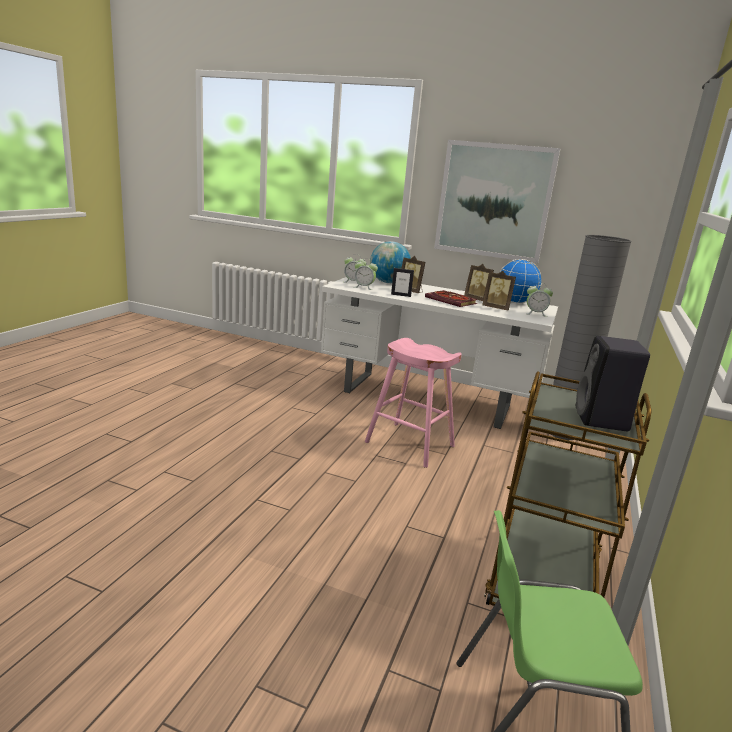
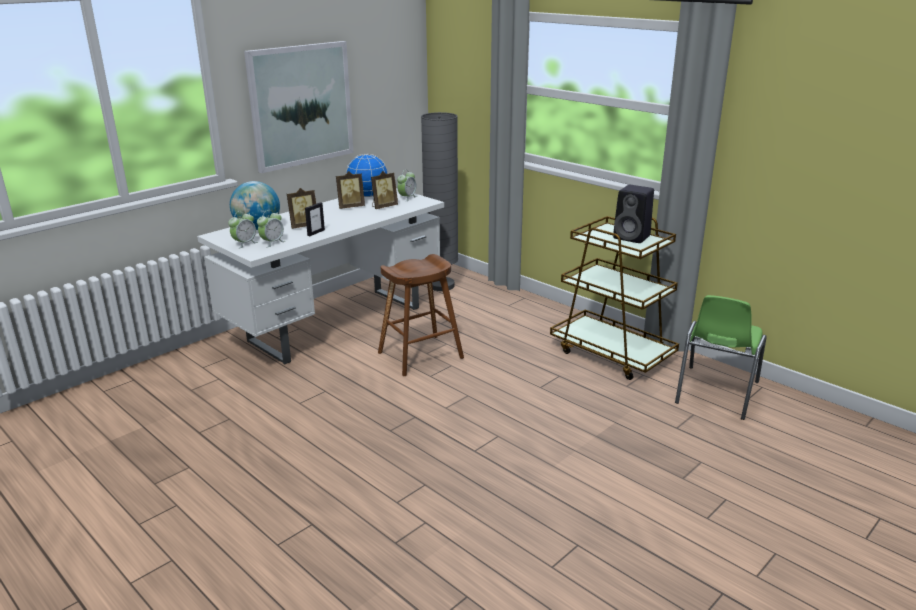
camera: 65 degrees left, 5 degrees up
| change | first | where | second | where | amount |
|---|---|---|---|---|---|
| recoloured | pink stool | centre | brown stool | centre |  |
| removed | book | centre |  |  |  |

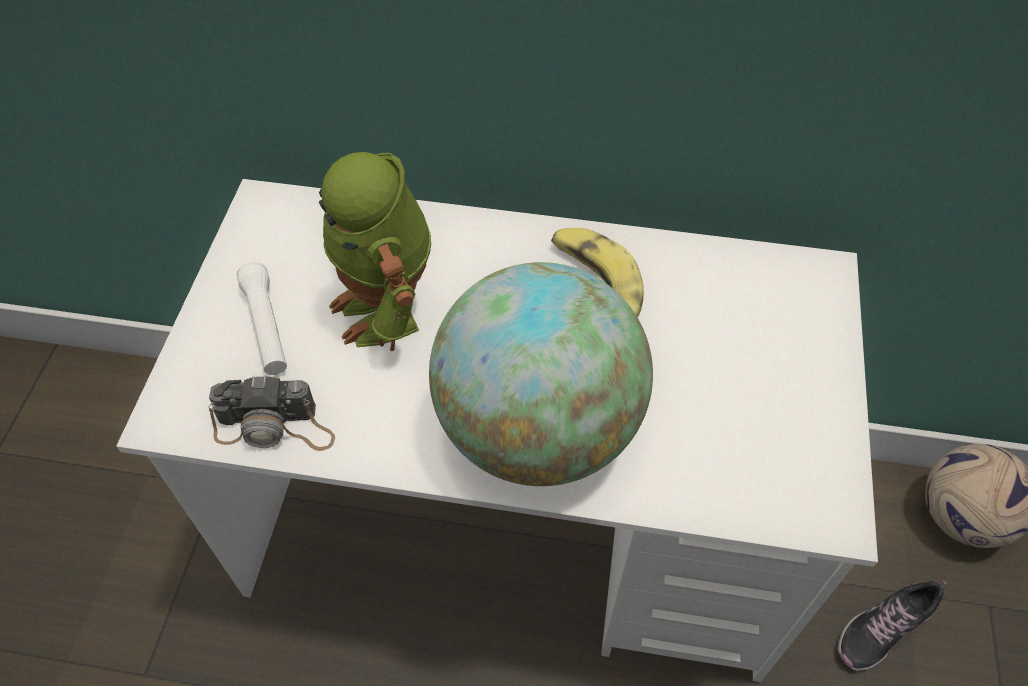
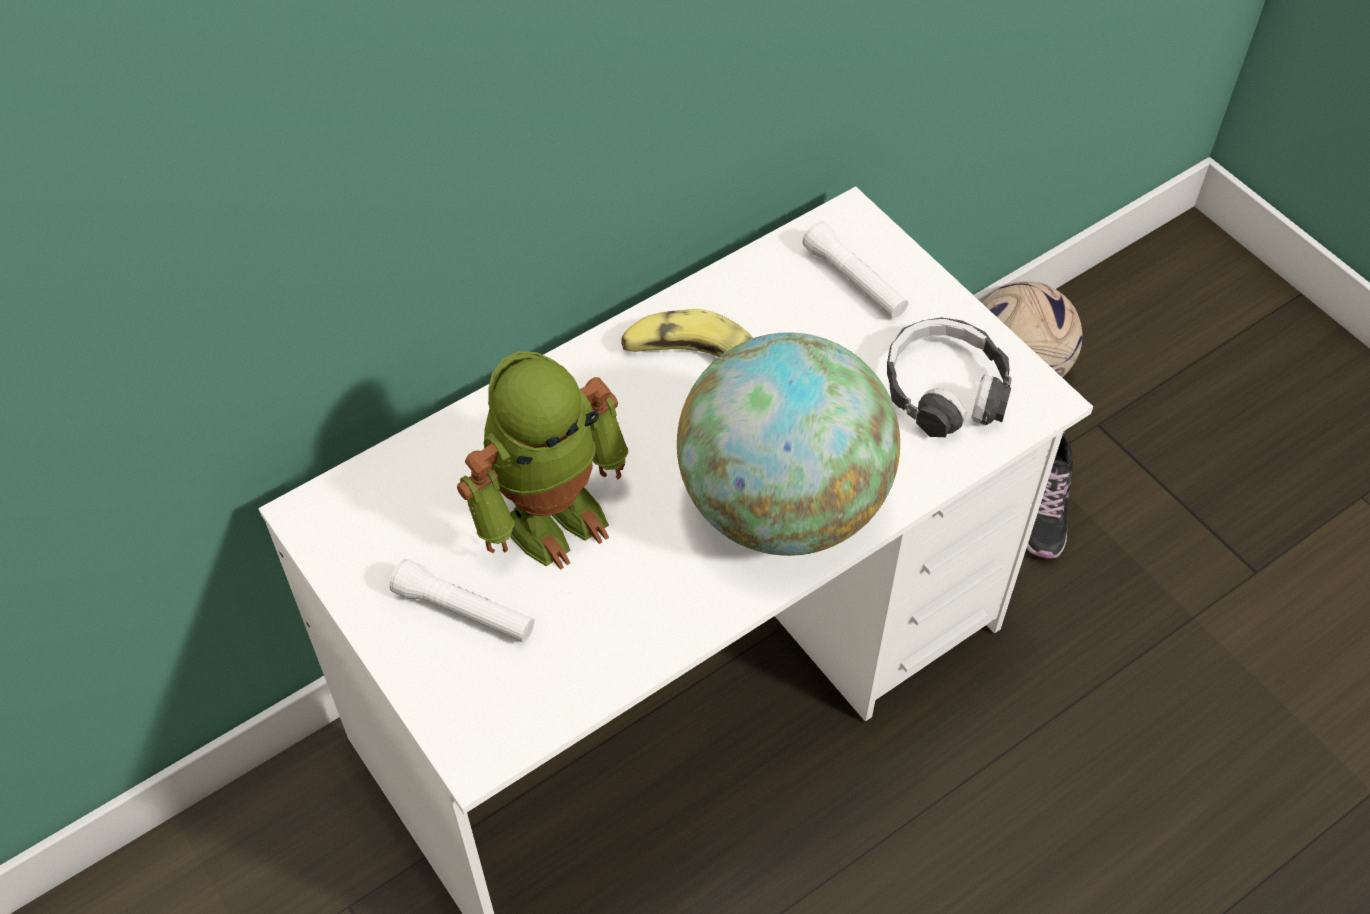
camera: 45 degrees left, 0 degrees up
| change | first | where | second | where | amount |
|---|---|---|---|---|---|
| removed | photo camera | middle left |  |  |  |
| turned | toy robot | centre |  | centre | 60 degrees counterclockwise |
| added |  |  | white flashlight (2nd from left) | top centre |  |
| added |  |  | headphones | middle right |  |

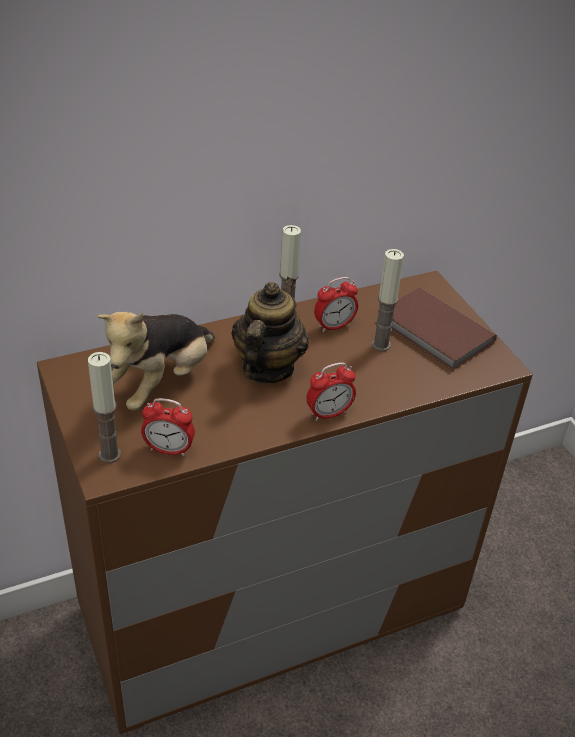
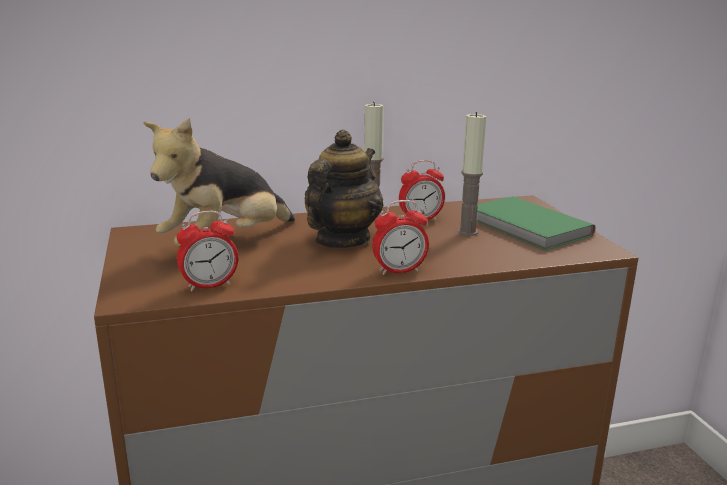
camera: 10 degrees right, 20 degrees down
| change | first | where | second | where | amount |
|---|---|---|---|---|---|
| removed | candle (1st from left) | middle left |  |  |  |
| turned | alarm clock (1st from left) | middle left |  | middle left | 45 degrees counterclockwise |
| recoloured | brown book | middle right | green book | middle right |  |

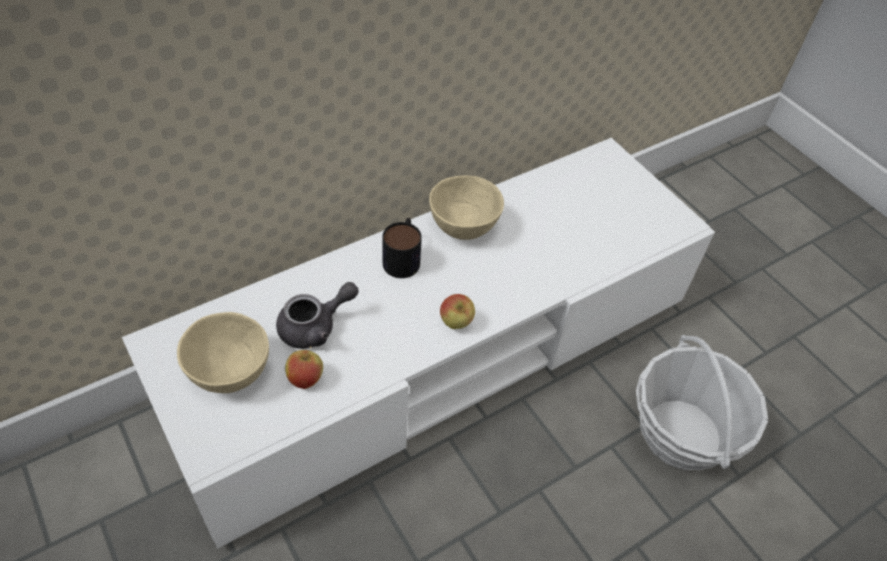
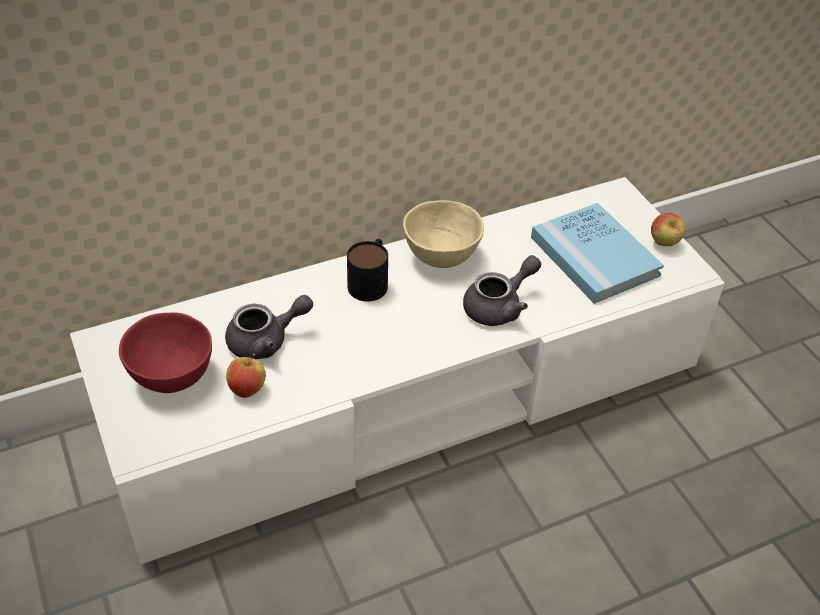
camera: 10 degrees right, 5 degrees down
| change | first | where | second | where | amount |
|---|---|---|---|---|---|
| recoloured | beige bowl (1st from left) | middle left | red bowl | middle left |  |
| moved | apple (2nd from left) | centre |  | middle right |  |
| removed | basket | bottom right |  |  |  |
| added |  |  | grey teapot (2nd from left) | centre |  |
| added |  |  | blue book | middle right |  |

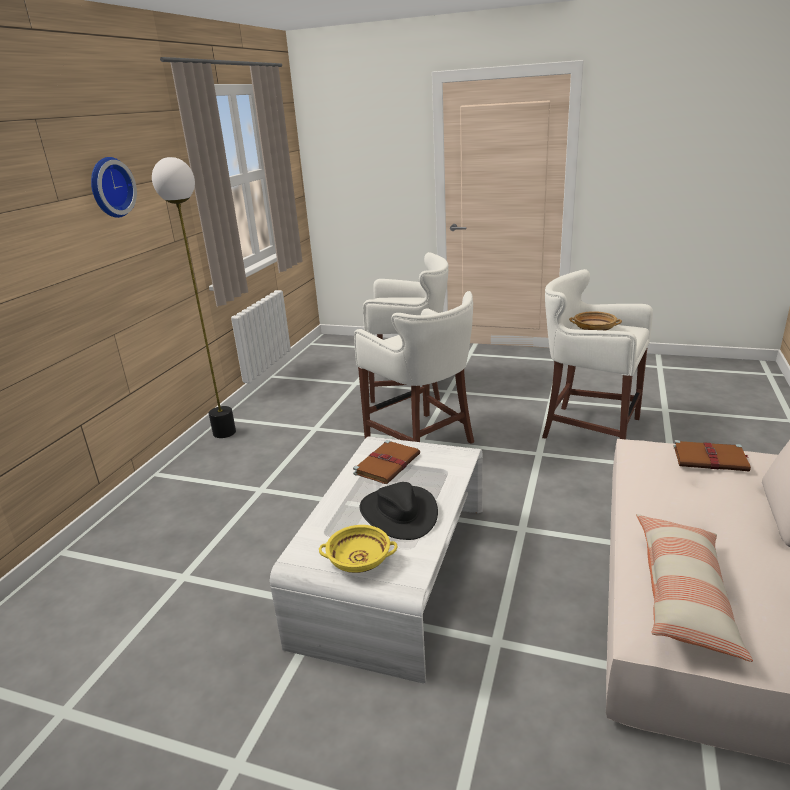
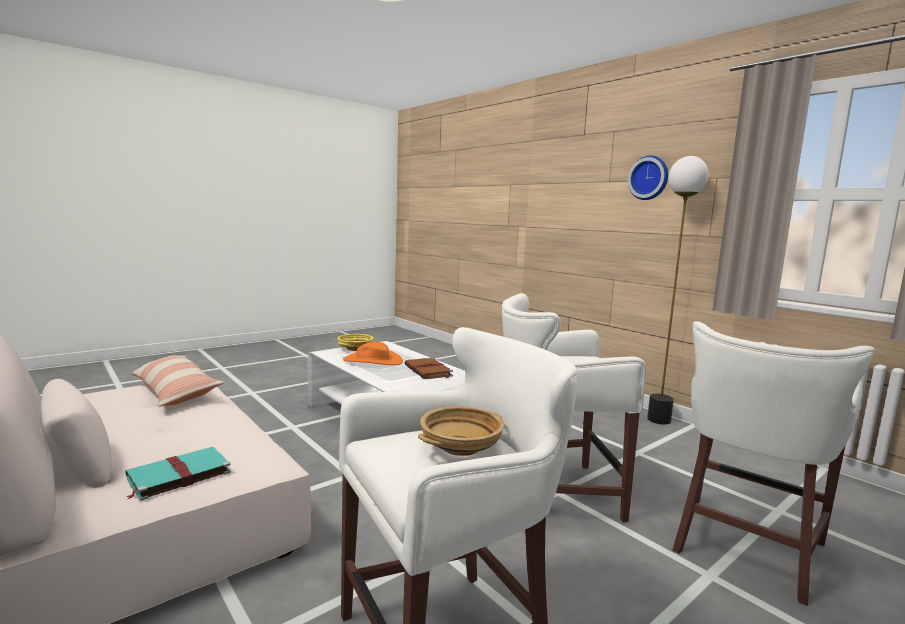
camera: 120 degrees right, 15 degrees down
| change | first | where | second | where | amount |
|---|---|---|---|---|---|
| recoloured | black hat | centre | orange hat | centre |  |
| recoloured | brown book (2nd from left) | middle right | turquoise book | bottom left |  |

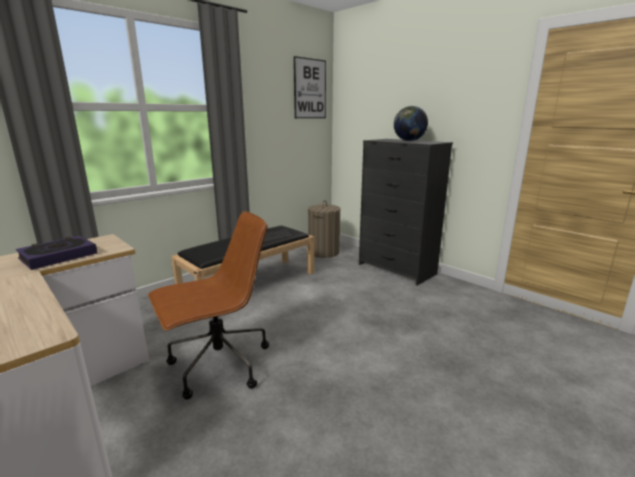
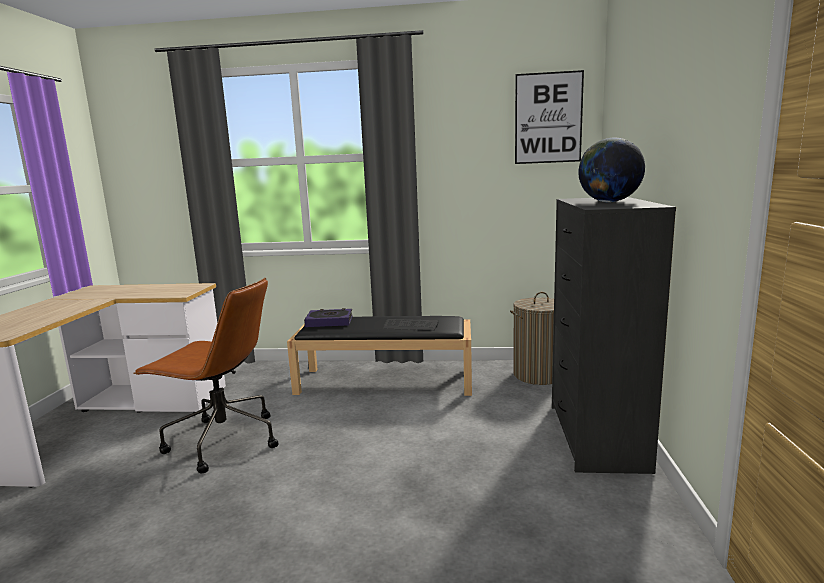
camera: 50 degrees right, 5 degrees down
| change | first | where | second | where | amount |
|---|---|---|---|---|---|
| moved | book | middle left |  | centre |  |

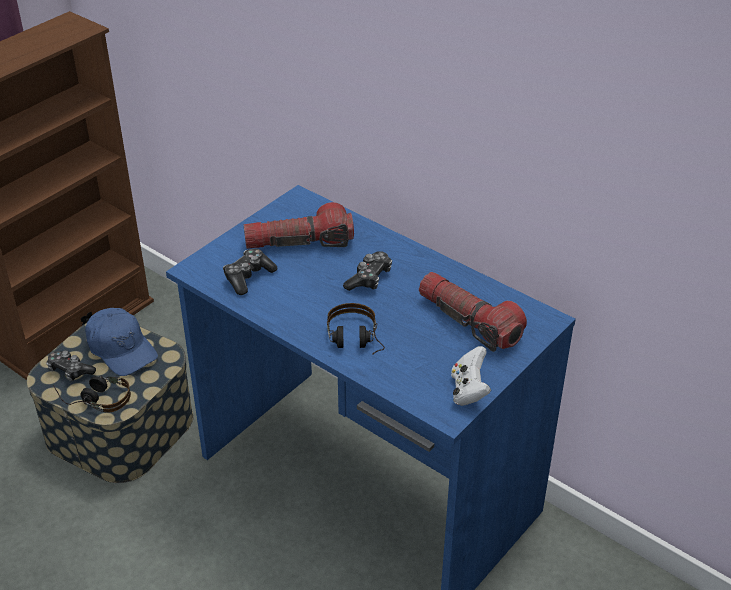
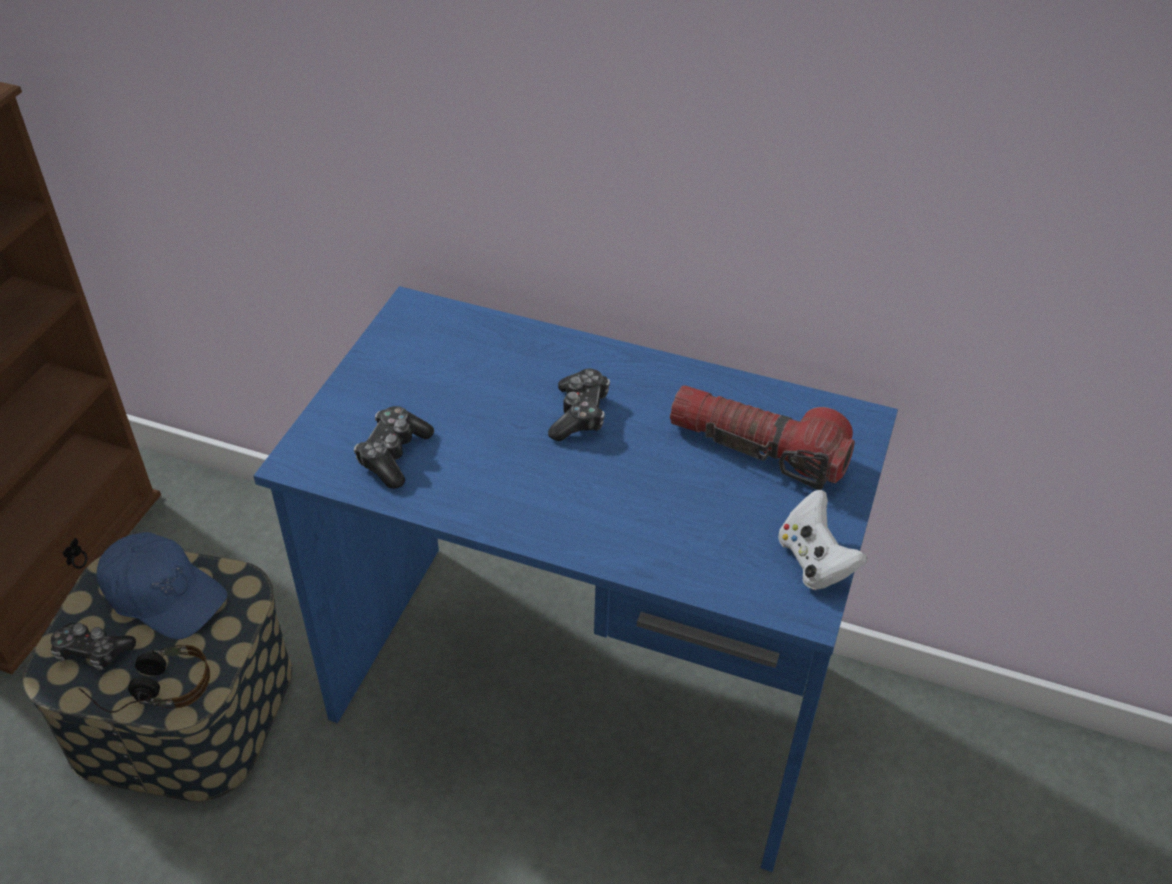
camera: 20 degrees left, 5 degrees up
| change | first | where | second | where | amount |
|---|---|---|---|---|---|
| removed | flashlight (1st from left) | centre |  |  |  |
| removed | headphones (2nd from left) | centre |  |  |  |

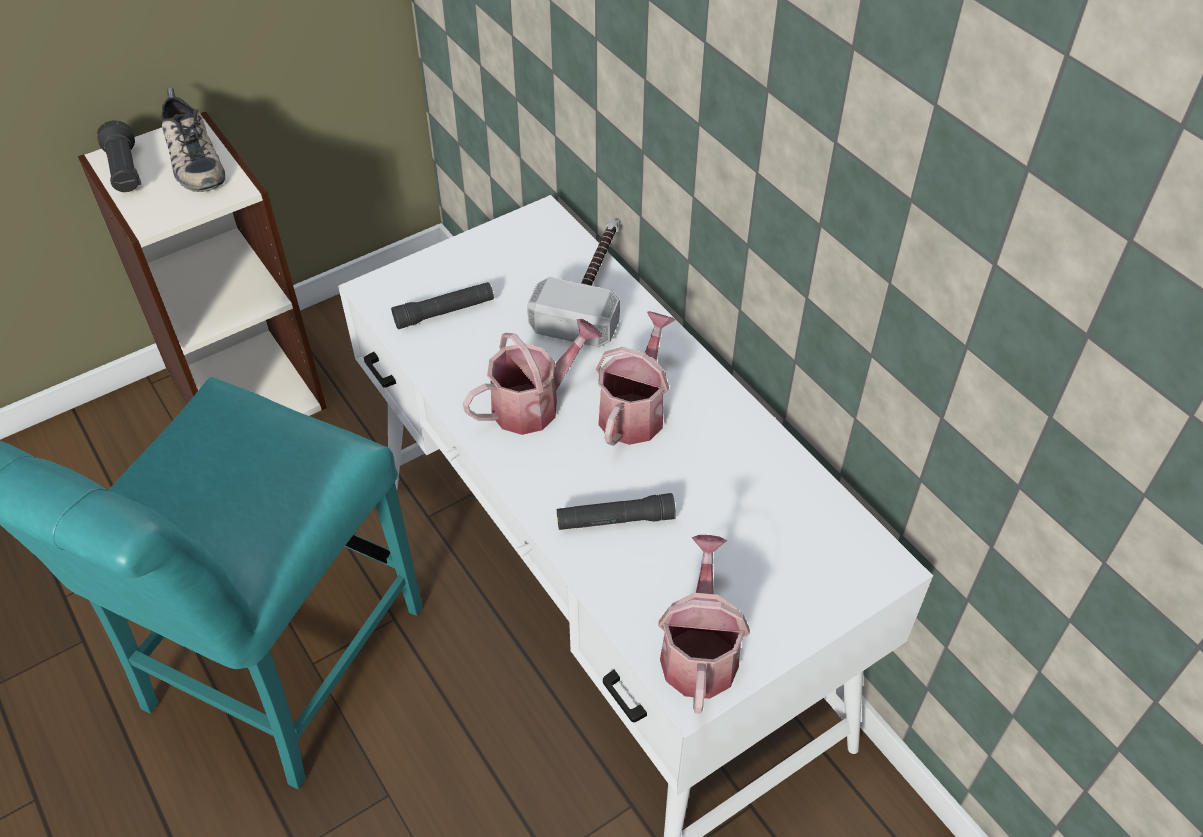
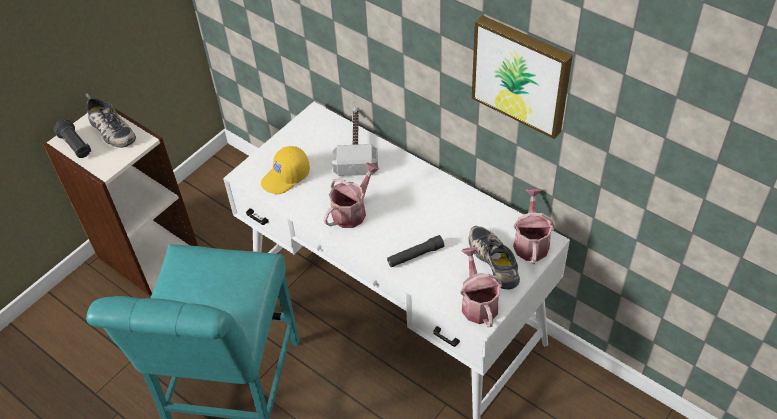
camera: 15 degrees left, 0 degrees up
| change | first | where | second | where | amount |
|---|---|---|---|---|---|
| replaced | black flashlight (2nd from left) | centre | yellow cap | centre |  |
| moved | watering can (2nd from left in the first image) | centre | watering can (3rd from left) | middle right |  |
| added |  |  | shoe (2nd from left) | centre |  |
| added |  |  | picture | top right |  |

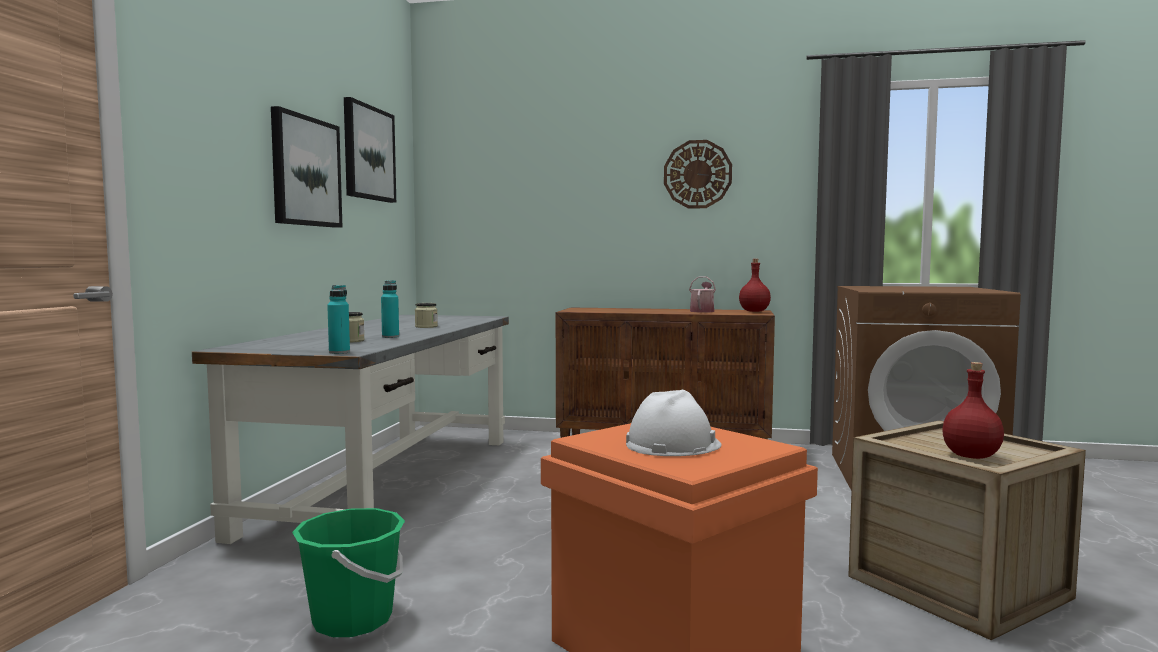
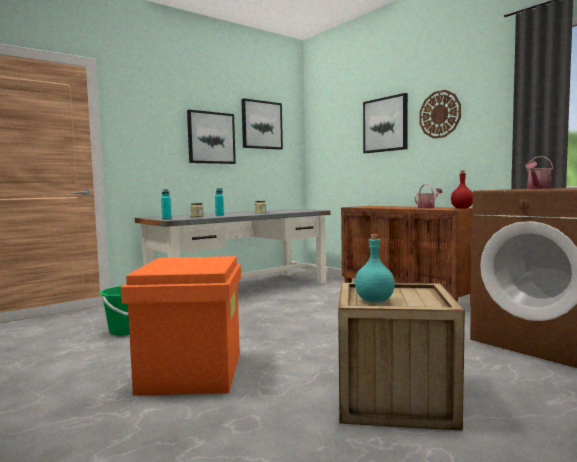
camera: 40 degrees right, 0 degrees up
| change | first | where | second | where | amount |
|---|---|---|---|---|---|
| removed | white hard hat | centre |  |  |  |
| recoloured | red bottle (2nd from left) | middle right | turquoise bottle (3rd from left) | centre |  |
| added |  |  | picture (3rd from left) | top right |  |
| added |  |  | watering can (2nd from left) | middle right |  |

